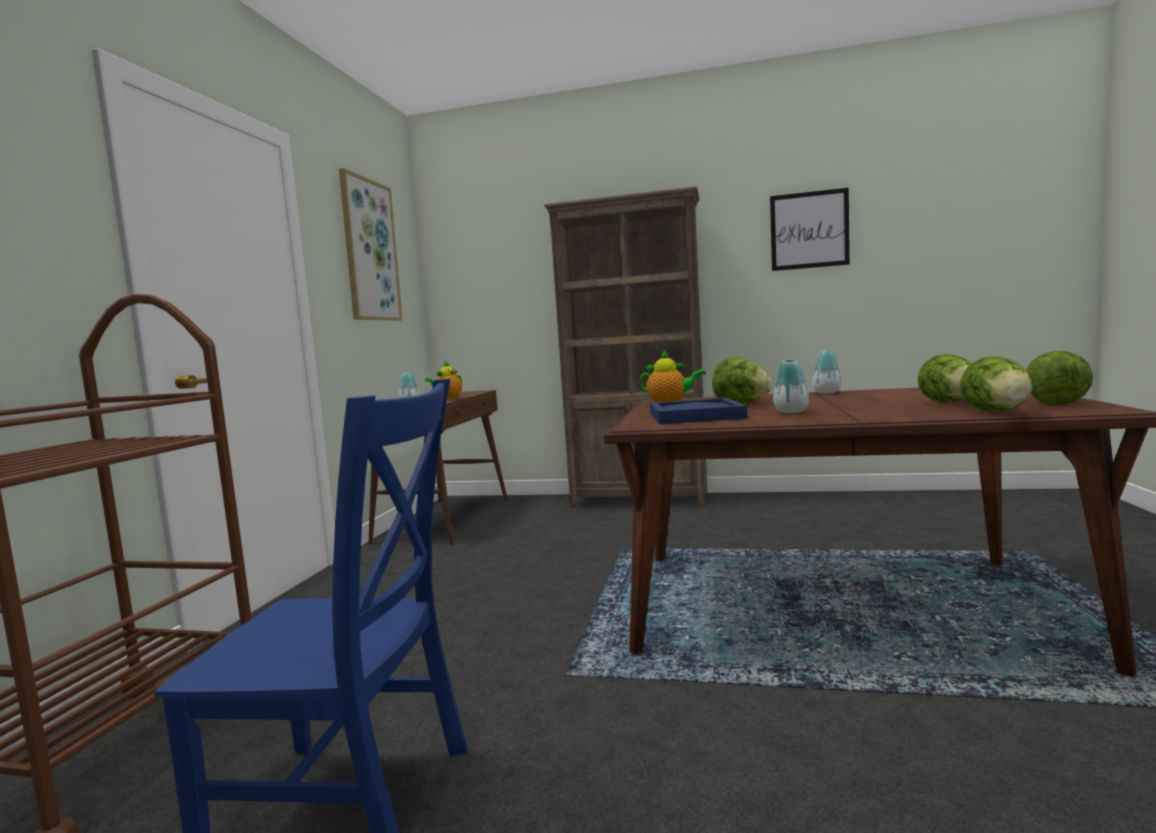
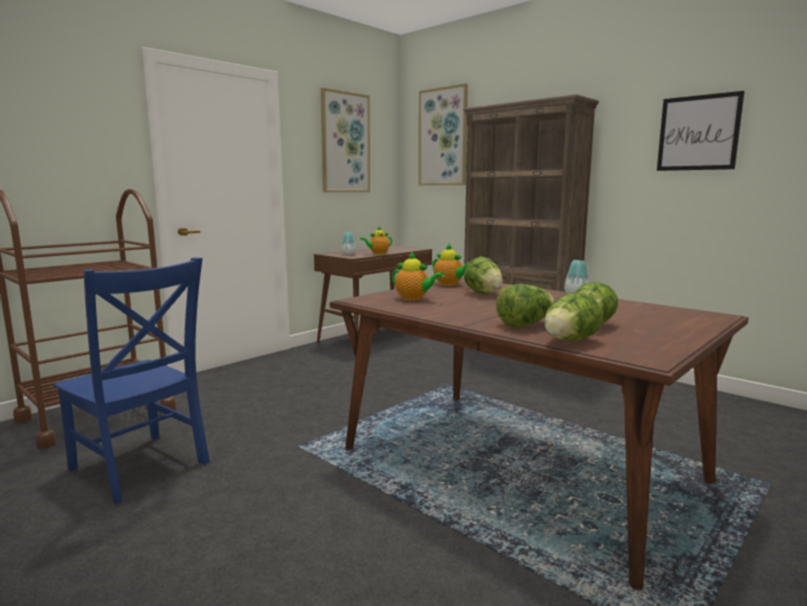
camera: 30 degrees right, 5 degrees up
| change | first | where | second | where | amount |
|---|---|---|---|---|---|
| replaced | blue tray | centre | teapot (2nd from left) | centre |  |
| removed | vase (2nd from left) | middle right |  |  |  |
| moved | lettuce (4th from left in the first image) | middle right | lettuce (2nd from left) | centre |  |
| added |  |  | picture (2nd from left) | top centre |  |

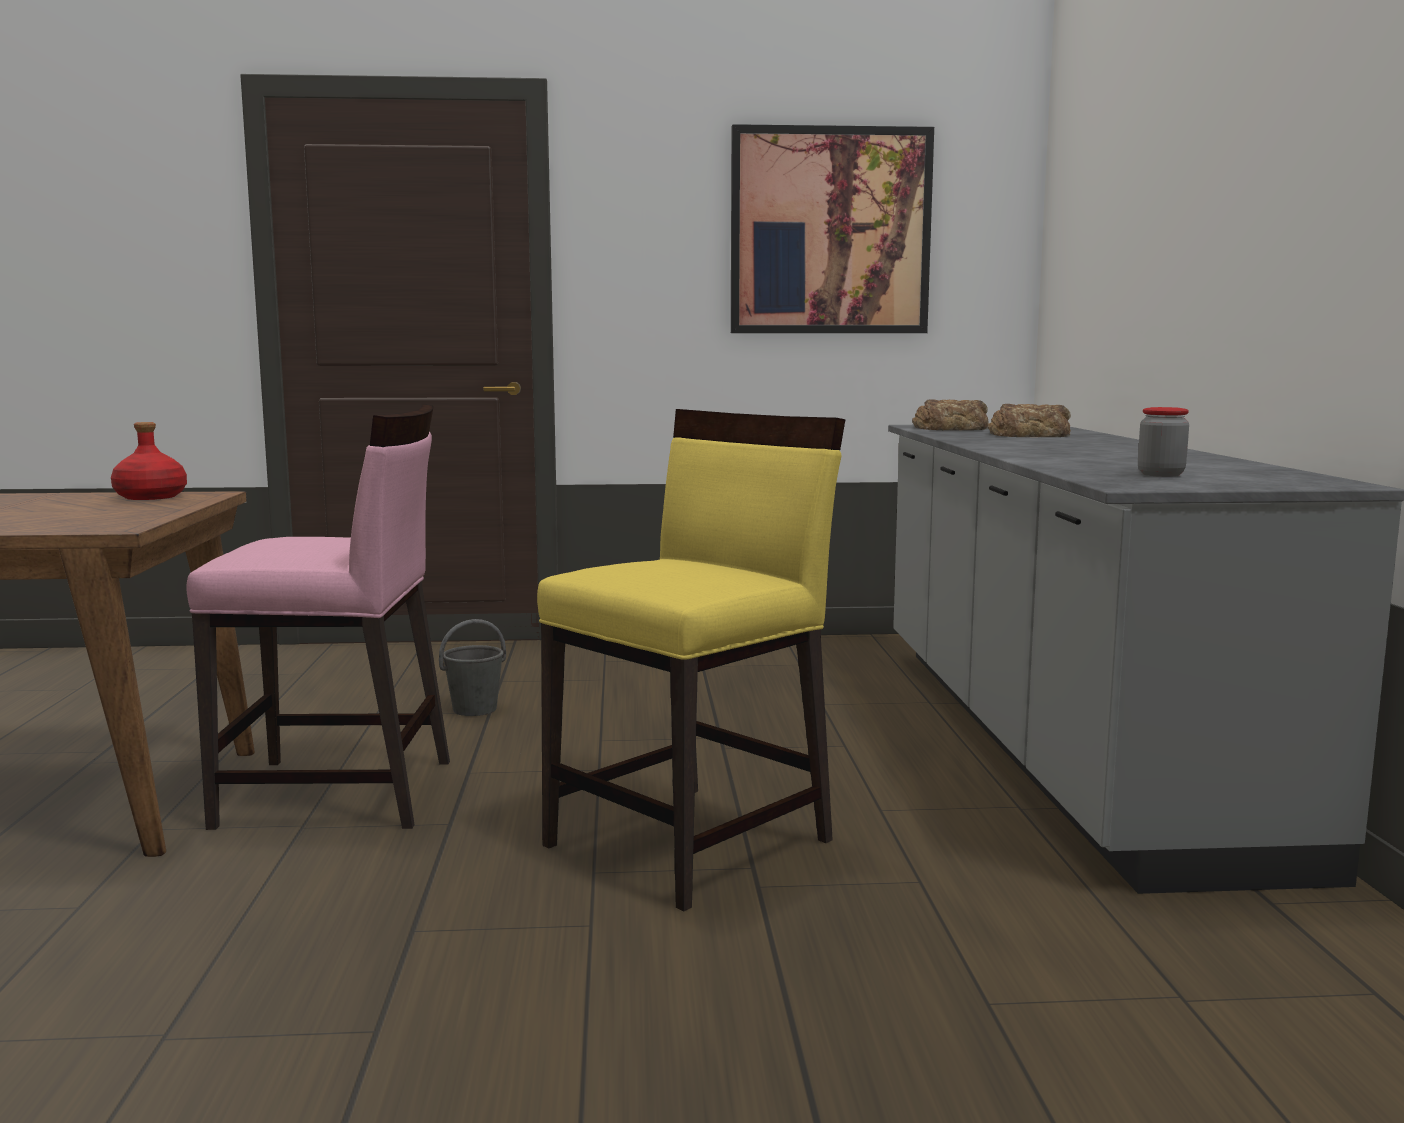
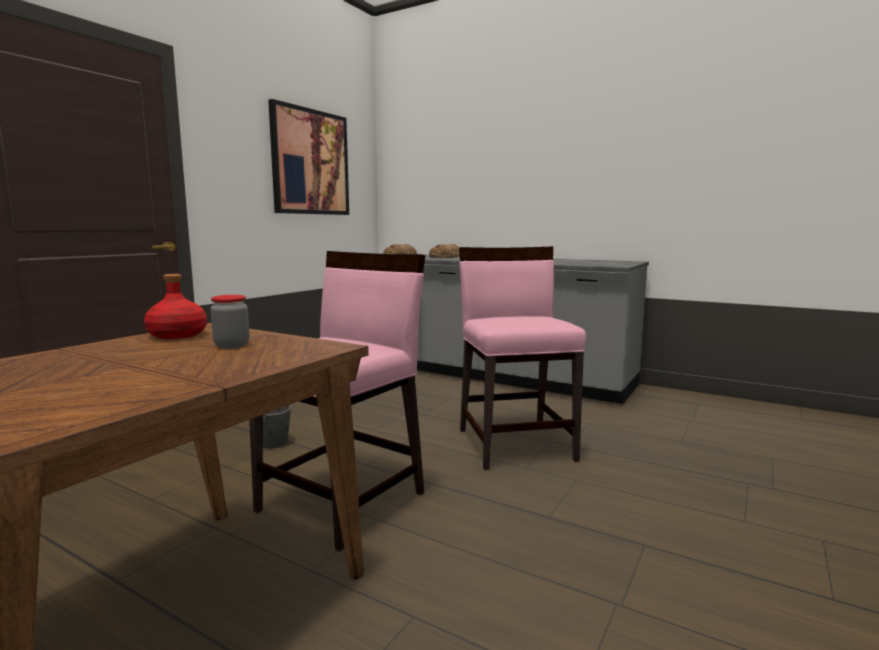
camera: 55 degrees left, 0 degrees up
| change | first | where | second | where | amount |
|---|---|---|---|---|---|
| recoloured | yellow chair | centre | pink chair (2nd from left) | centre |  |
| moved | jar | middle right |  | middle left |  |

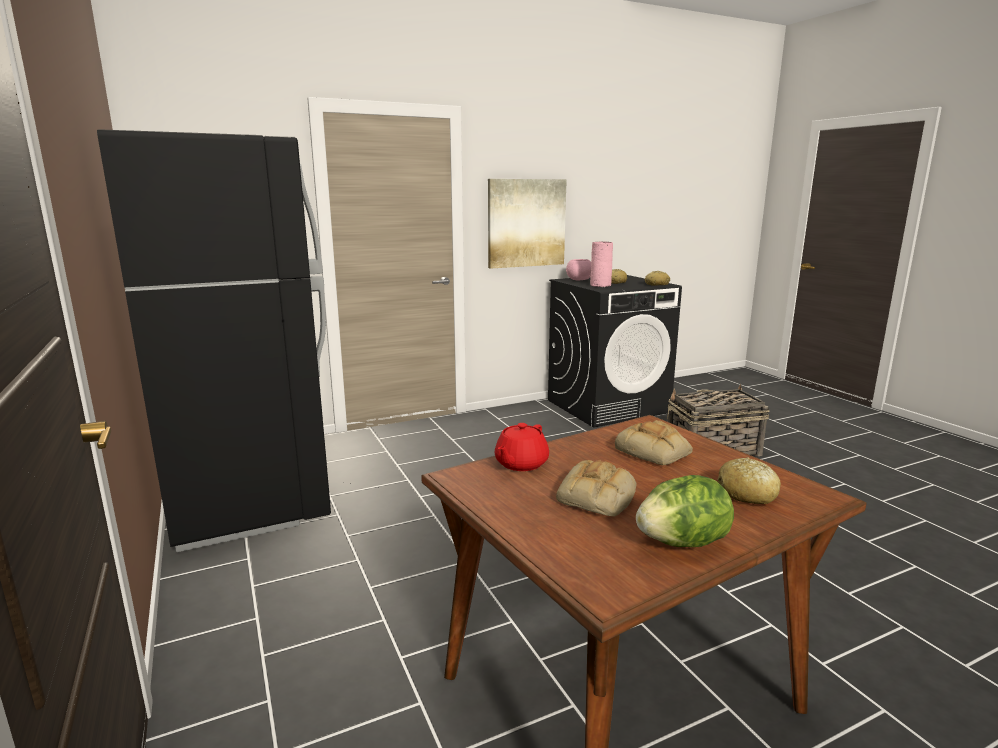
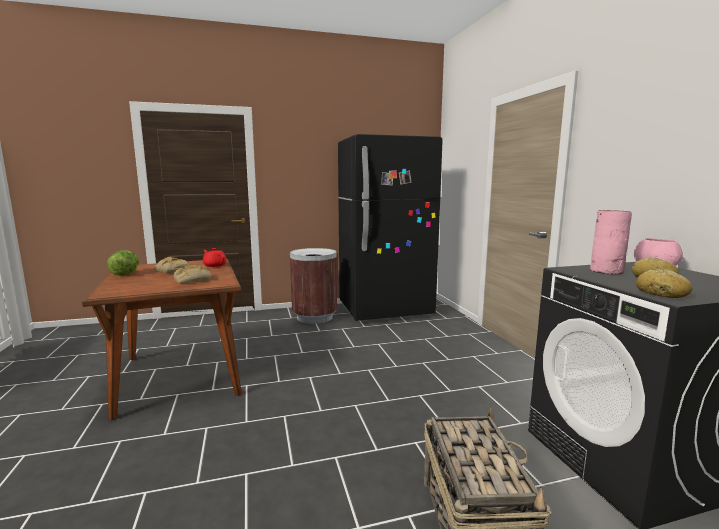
camera: 100 degrees right, 5 degrees down
| change | first | where | second | where | amount |
|---|---|---|---|---|---|
| removed | picture | top centre |  |  |  |
| removed | bread (5th from left) | middle right |  |  |  |
| added |  |  | brown trash can | centre |  |

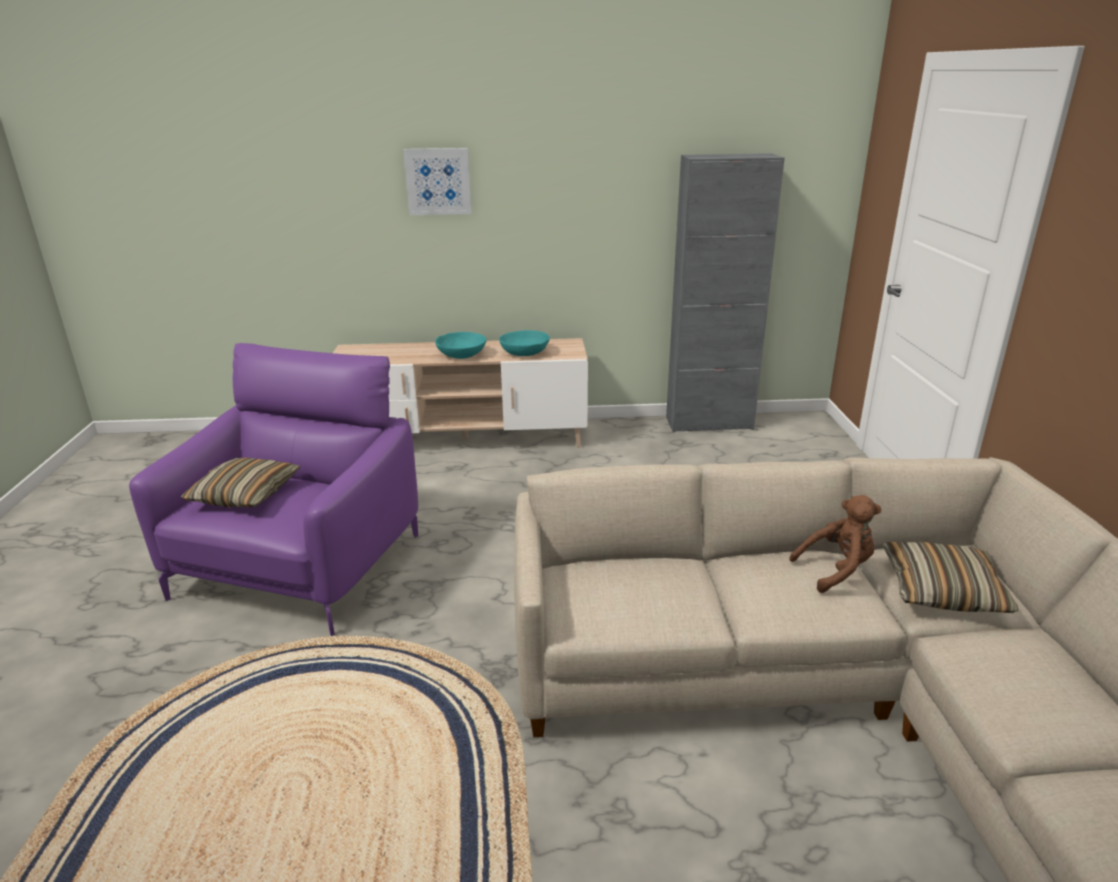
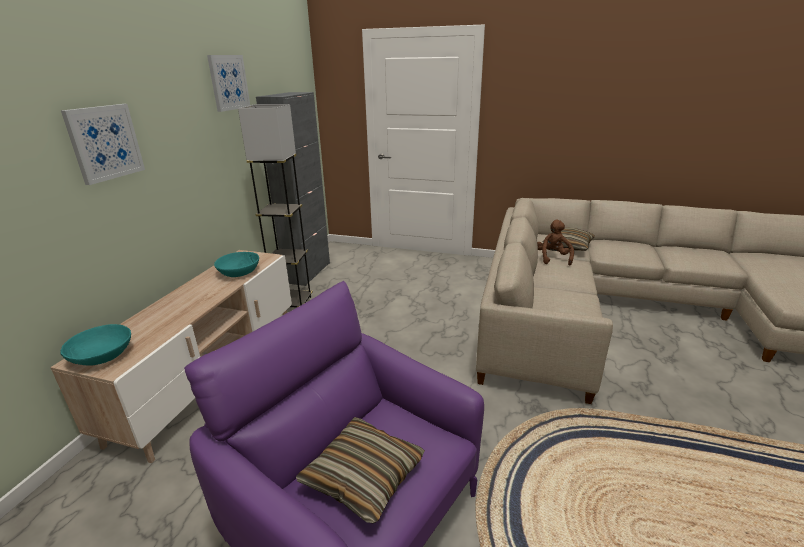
camera: 70 degrees left, 0 degrees up
| change | first | where | second | where | amount |
|---|---|---|---|---|---|
| moved | turquoise bowl (1st from left) | centre |  | middle left |  |
| added |  |  | picture (2nd from left) | top left |  |
| added |  |  | grey floor lamp | centre |  |

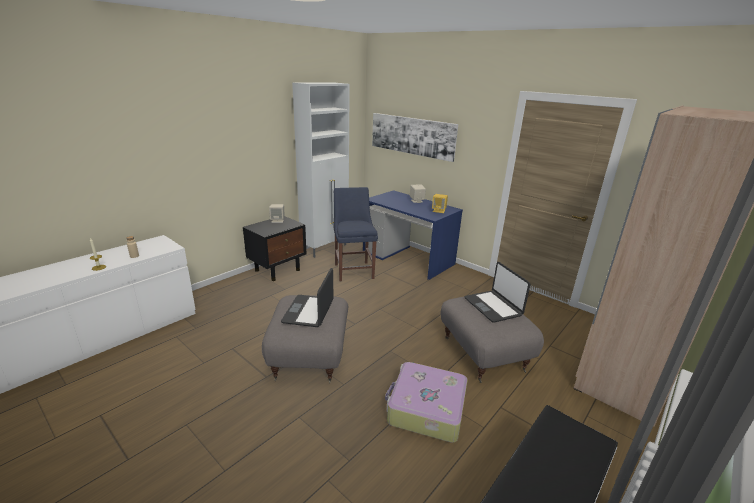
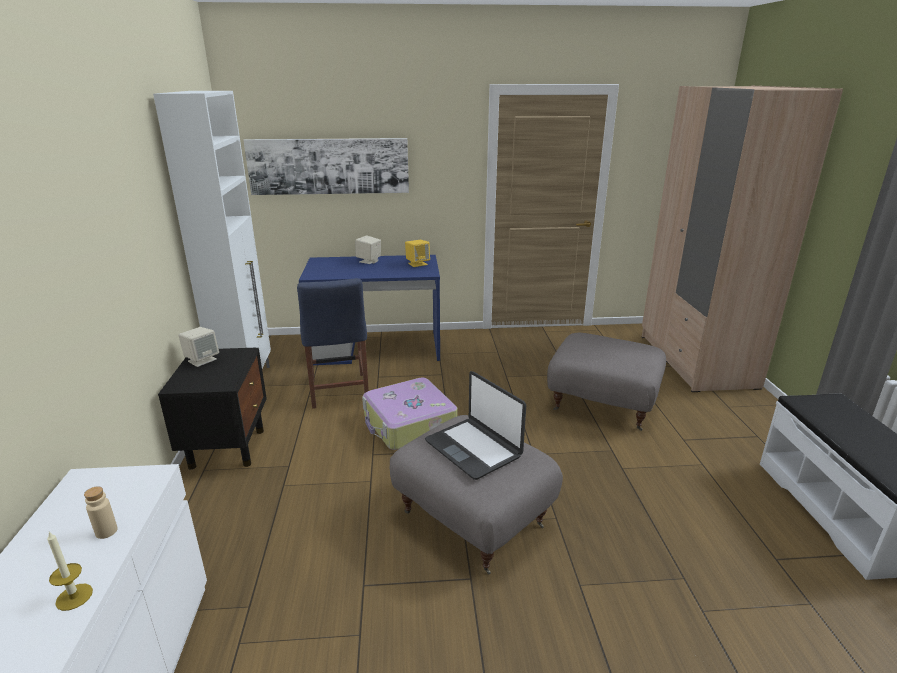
camera: 45 degrees left, 0 degrees up
| change | first | where | second | where | amount |
|---|---|---|---|---|---|
| turned | blue chair | centre |  | centre | 135 degrees counterclockwise |
| moved | suitcase | bottom centre |  | centre |  |
| removed | laptop (2nd from left) | centre |  |  |  |

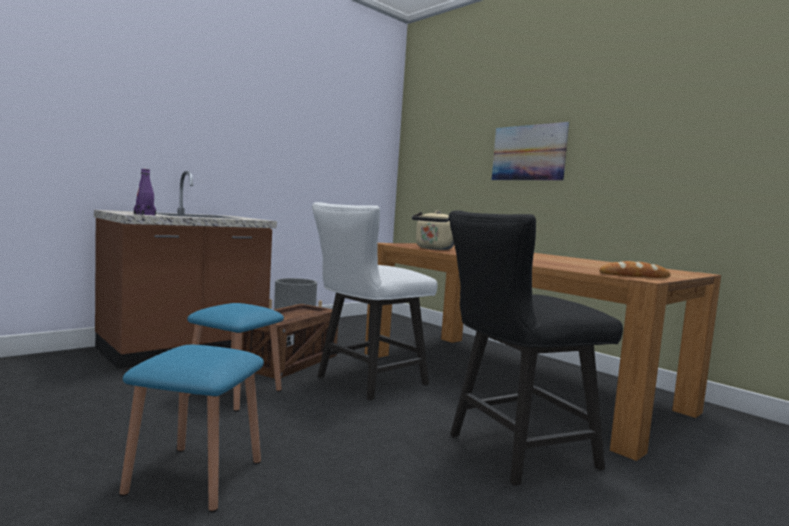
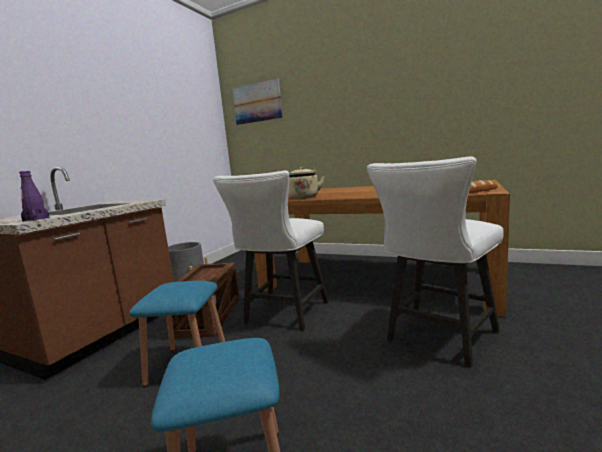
camera: 20 degrees left, 5 degrees up
| change | first | where | second | where | amount |
|---|---|---|---|---|---|
| recoloured | black chair | middle right | white chair (2nd from left) | middle right |  |
| moved | picture | top right |  | top centre |  |

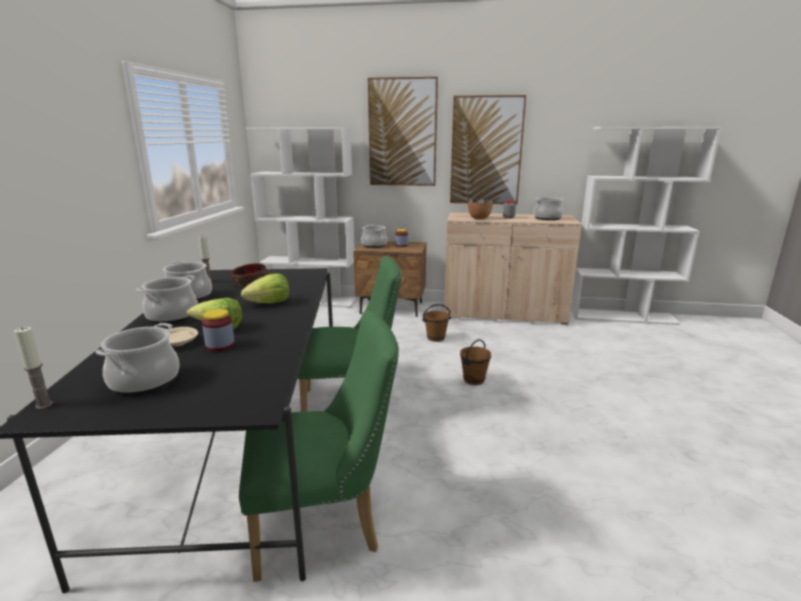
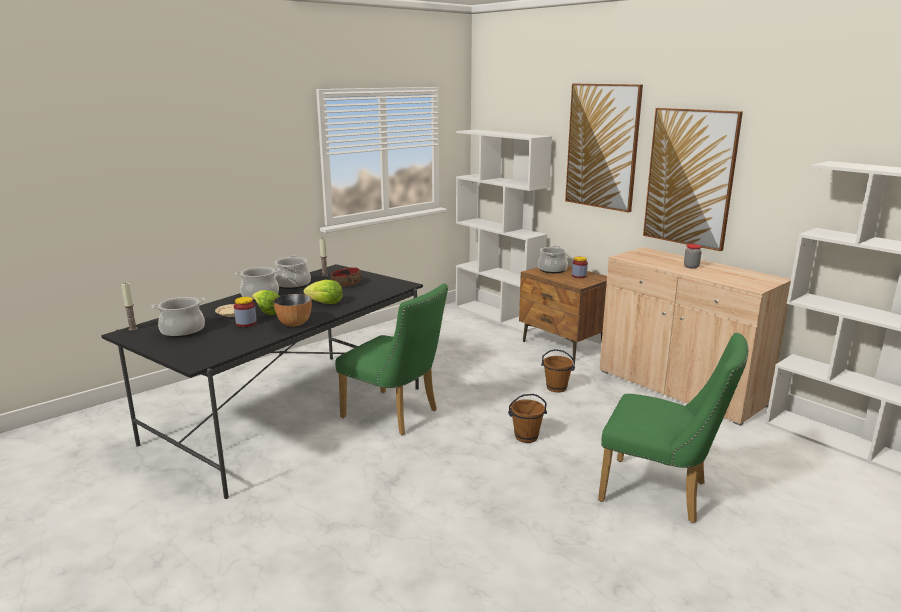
camera: 40 degrees right, 0 degrees up
| change | first | where | second | where | amount |
|---|---|---|---|---|---|
| moved | green chair (1st from left in the first image) | bottom centre | green chair (2nd from left) | bottom right |  |
| moved | bowl (2nd from left in the first image) | centre | bowl (1st from left) | middle left |  |
| removed | cooking pot (5th from left) | middle right |  |  |  |

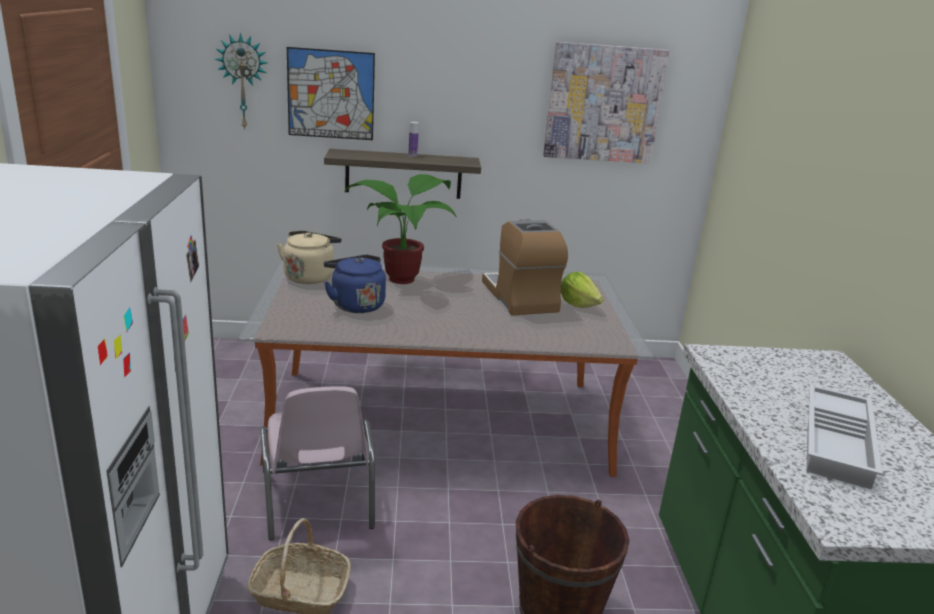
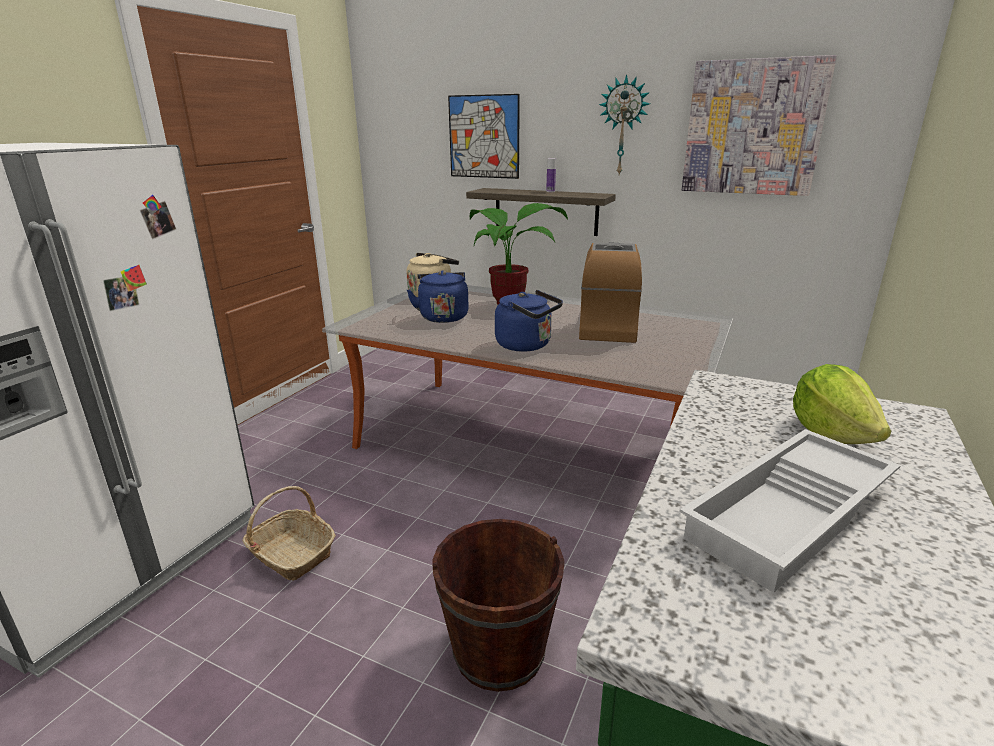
camera: 30 degrees right, 0 degrees up
| change | first | where | second | where | amount |
|---|---|---|---|---|---|
| moved | wall clock | top left |  | top centre |  |
| removed | pink chair | bottom centre |  |  |  |
| moved | lettuce | centre |  | middle right |  |
| added |  |  | blue kettle (2nd from left) | centre |  |

